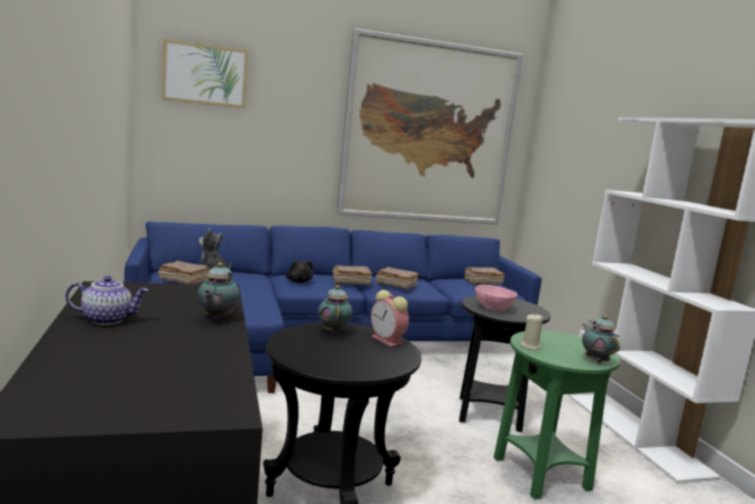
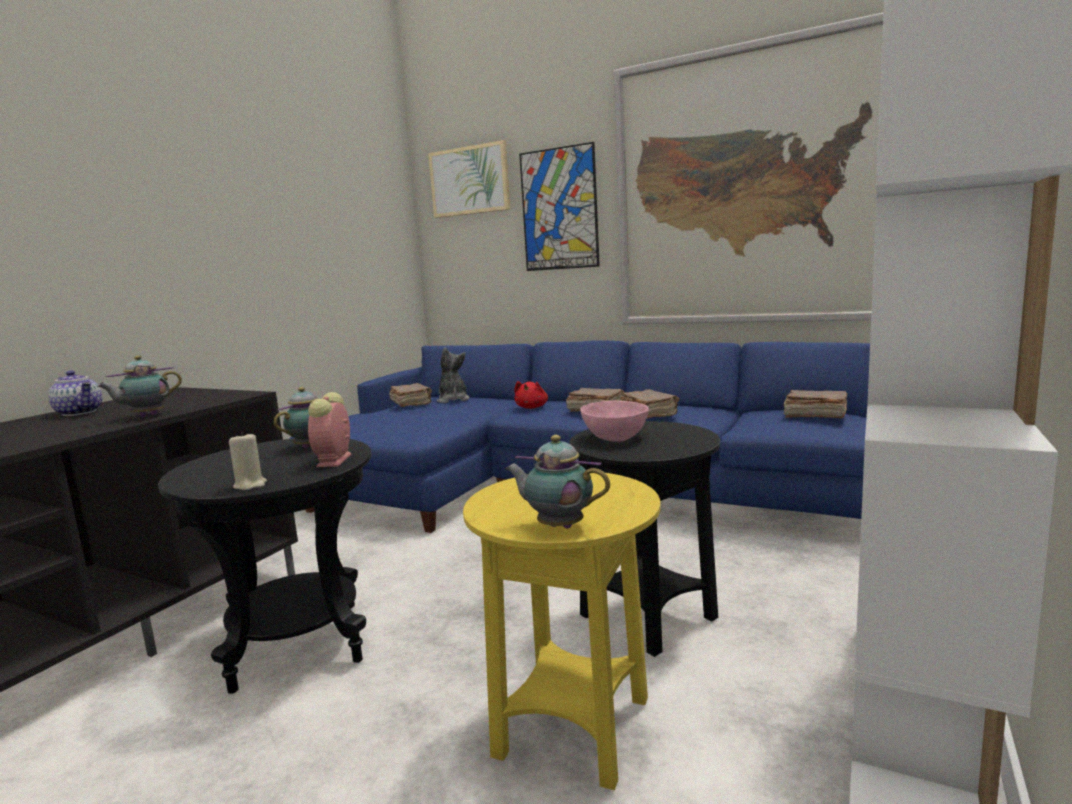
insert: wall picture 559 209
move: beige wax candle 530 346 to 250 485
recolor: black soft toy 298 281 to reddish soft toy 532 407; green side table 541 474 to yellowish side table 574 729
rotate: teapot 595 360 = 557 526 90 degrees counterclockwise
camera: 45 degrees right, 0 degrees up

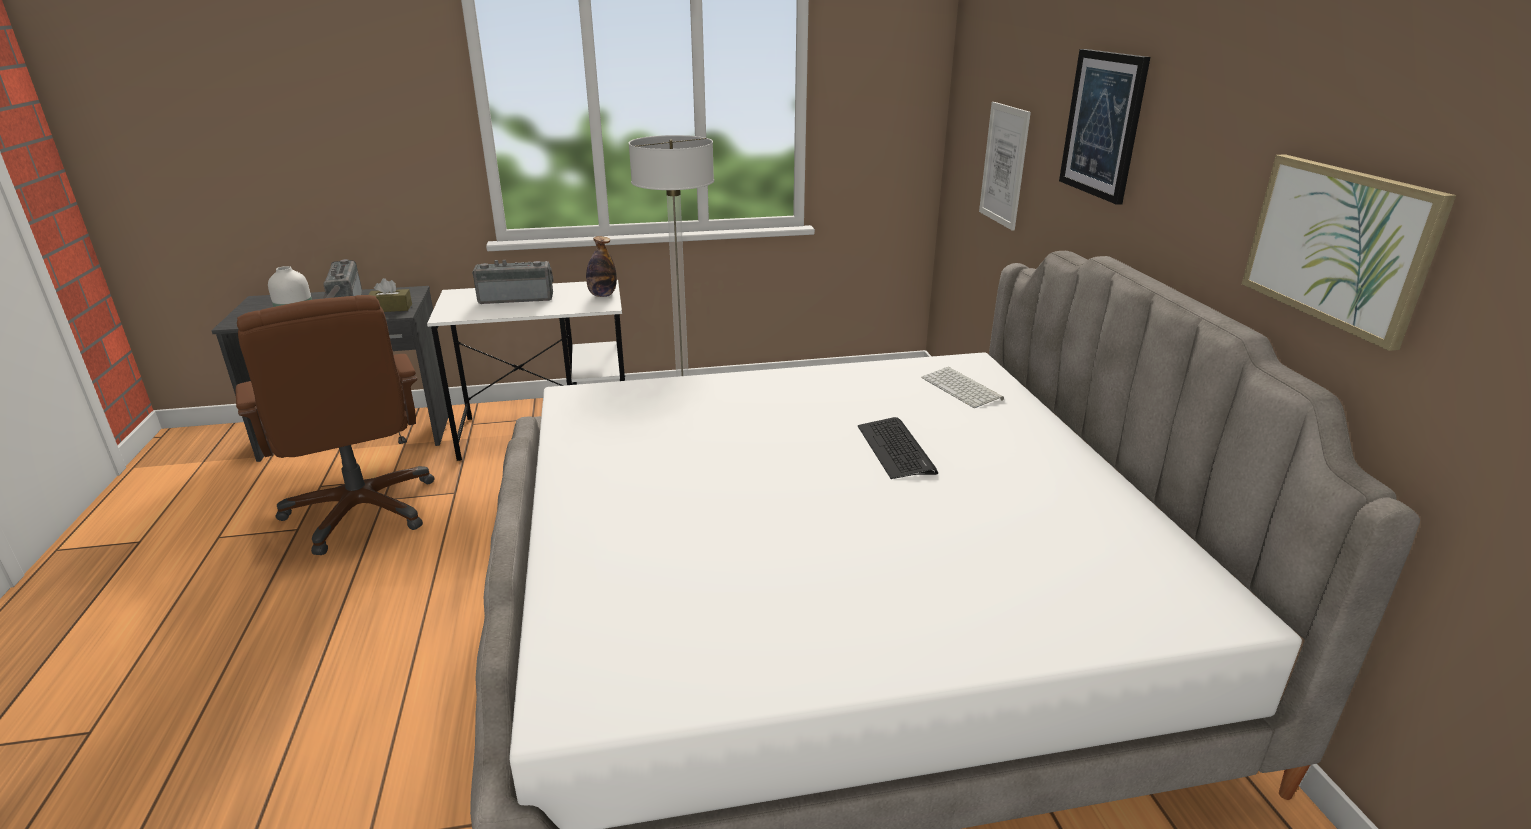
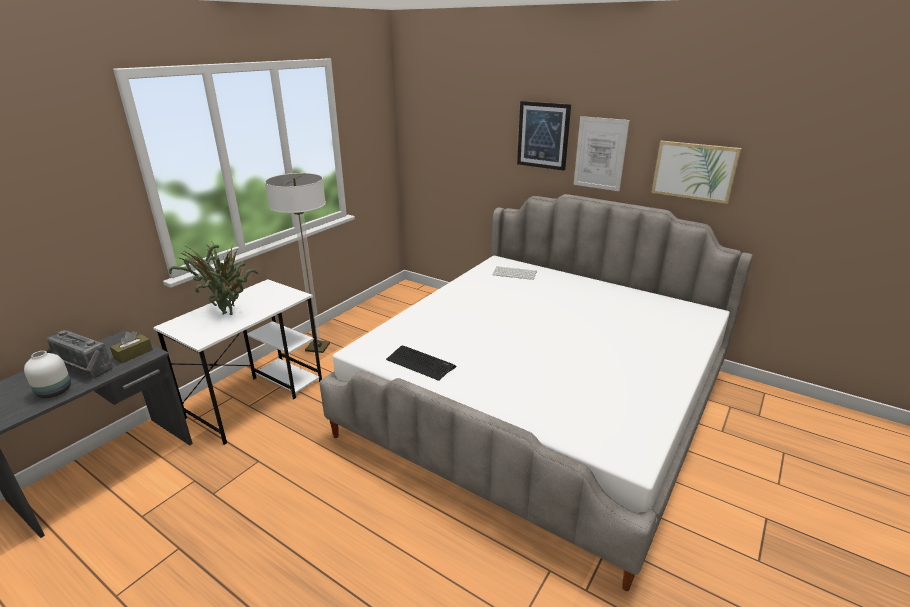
delete: brownish desk chair 362 511; beverage bottle 602 295
move: PC keyboard 896 449 to 420 363; wall picture 1004 165 to 600 153
replace: radio receiver 516 298 to houseplant 226 312
camera: 45 degrees left, 0 degrees up

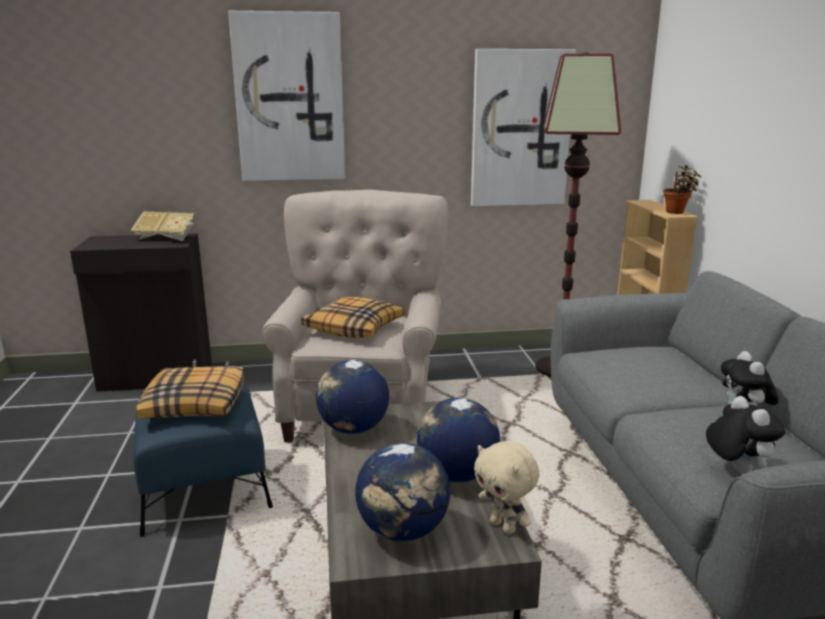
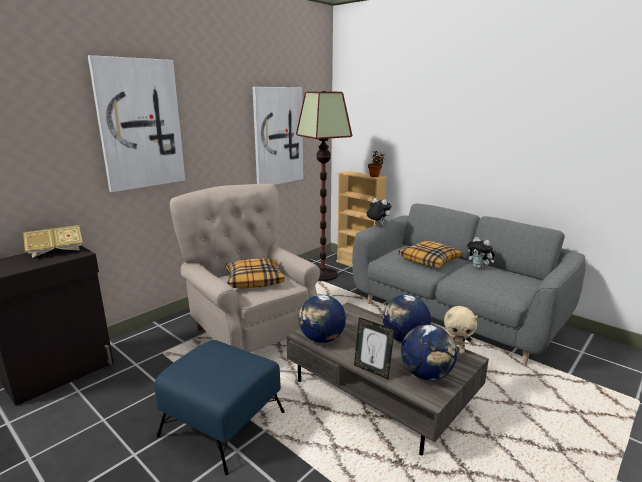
insert: photo frame 372 370
move: pillow 196 404 to 429 260; soft toy 735 470 to 377 225
camera: 40 degrees left, 0 degrees up

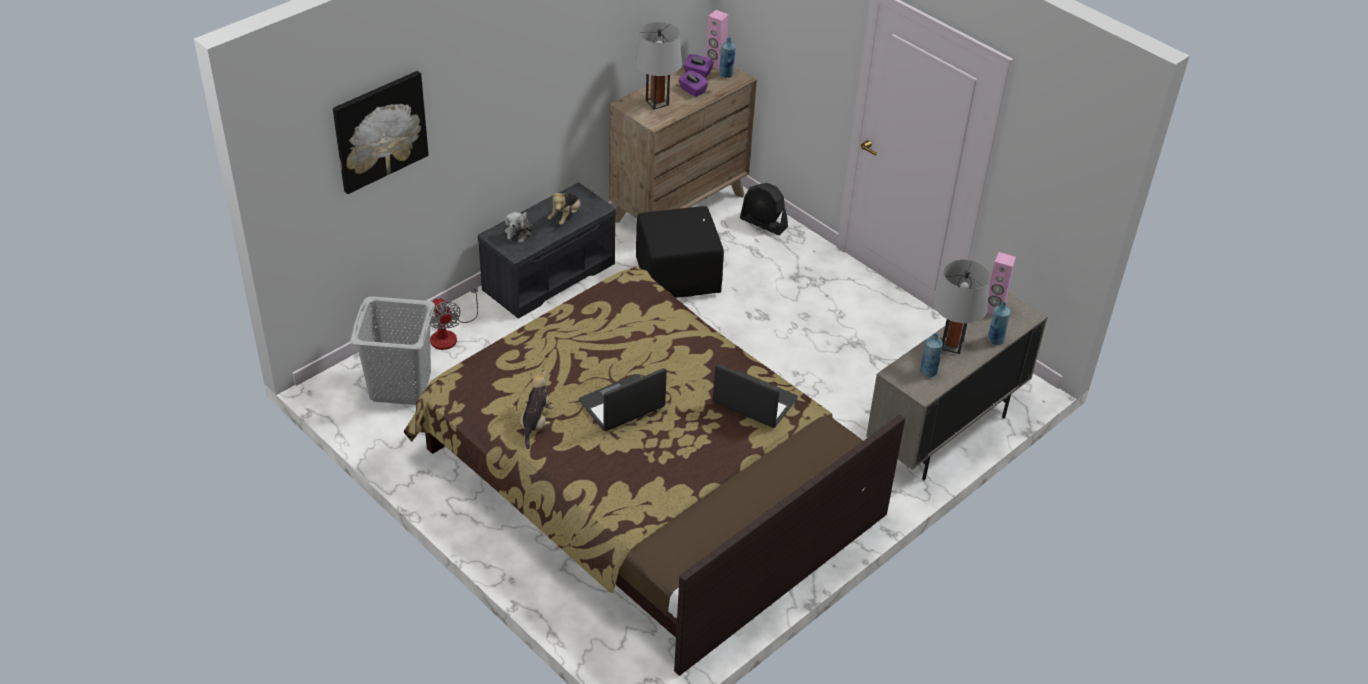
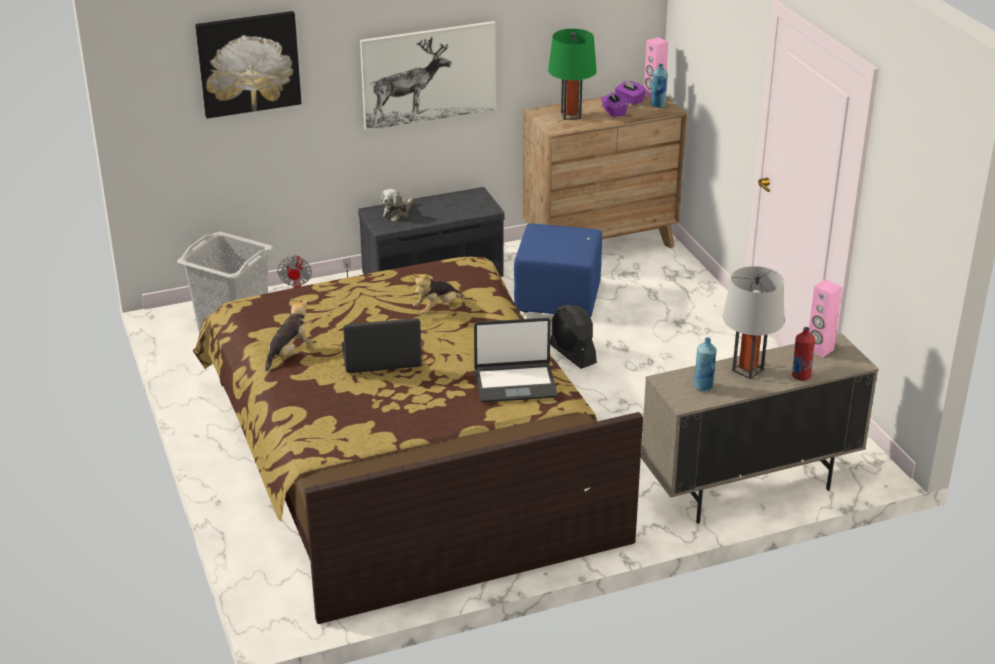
insert: wall picture 428 75
move: soft toy 565 216 to 437 309; black fan 763 223 to 572 354
recolor: grey table lamp 657 102 to green table lamp 570 115; black ottoman 678 277 to blue-coloured ottoman 559 299; blue-coloured beverage bottle 995 340 to reddish beverage bottle 801 376
rotate: portable computer 754 402 = 515 383 120 degrees clockwise
camera: 25 degrees right, 10 degrees down

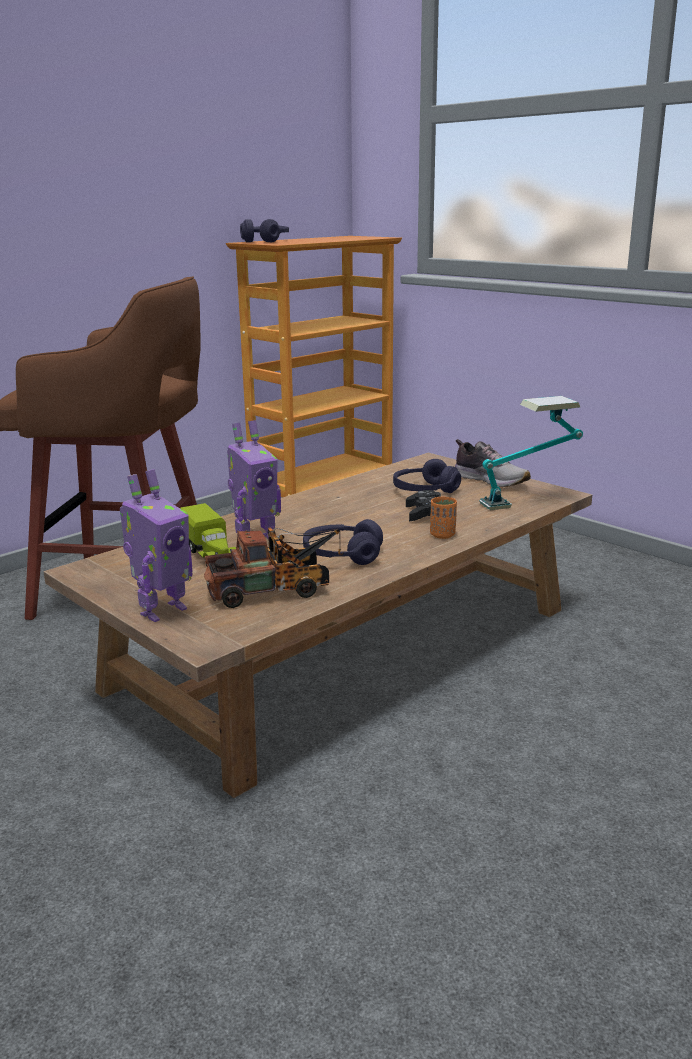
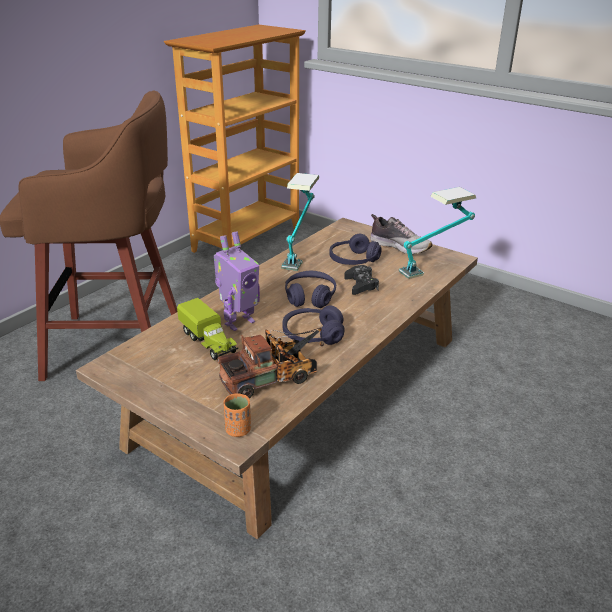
delete: robot figure 161 610
insert: table lamp 299 253
move: purple-coloured headset 265 241 to 310 296; orange small cup 442 535 to 238 430
camera: 10 degrees left, 10 degrees up

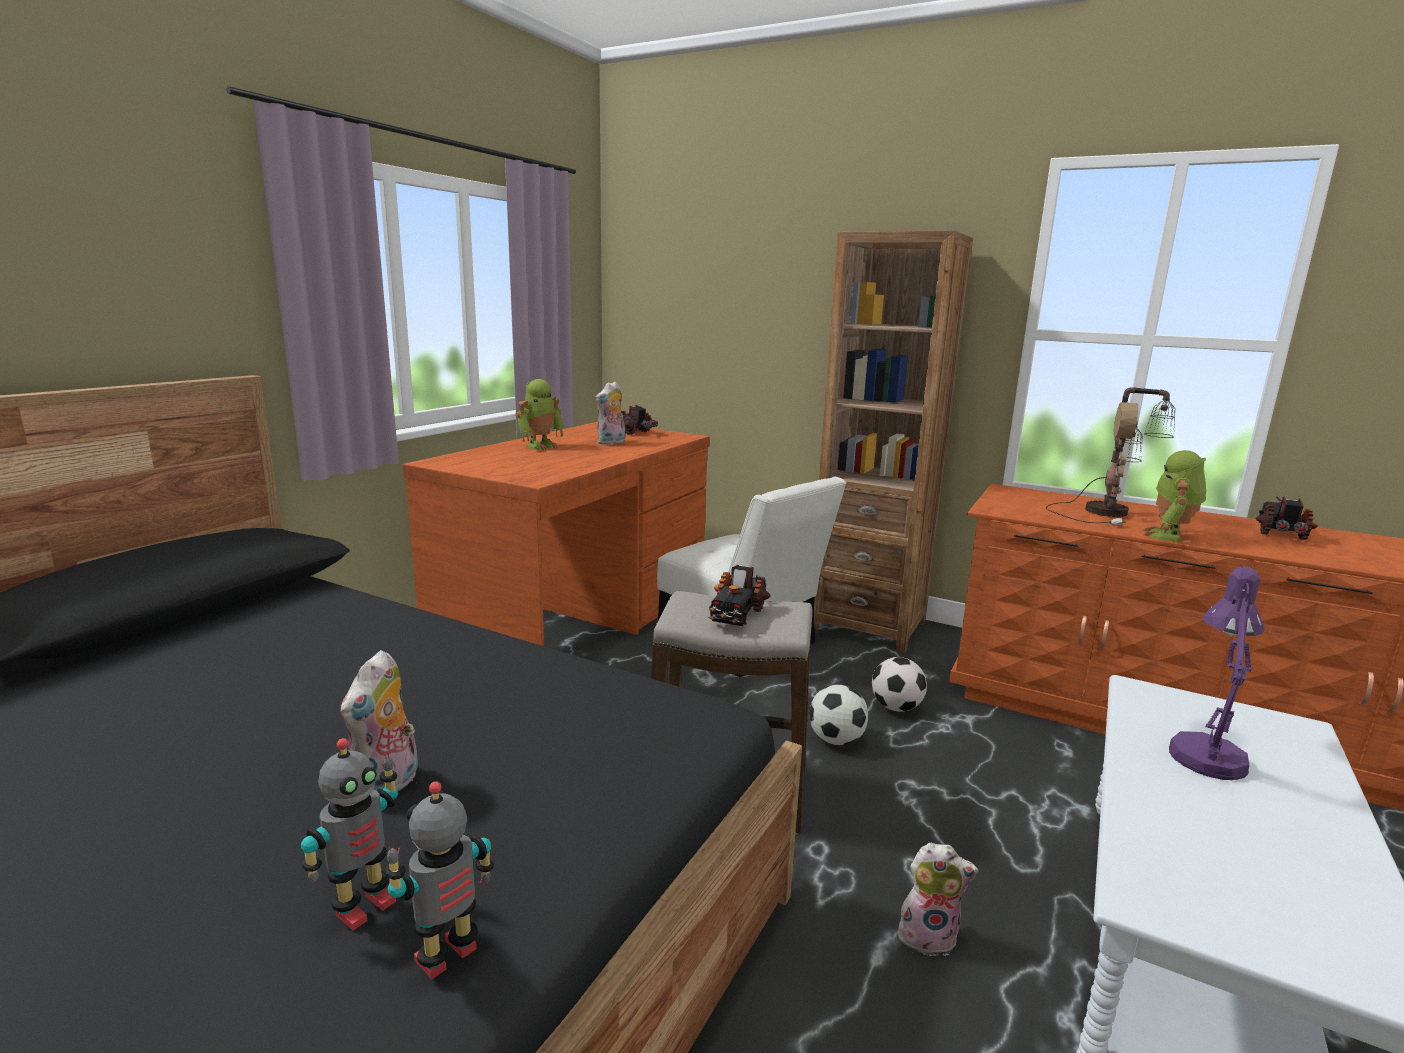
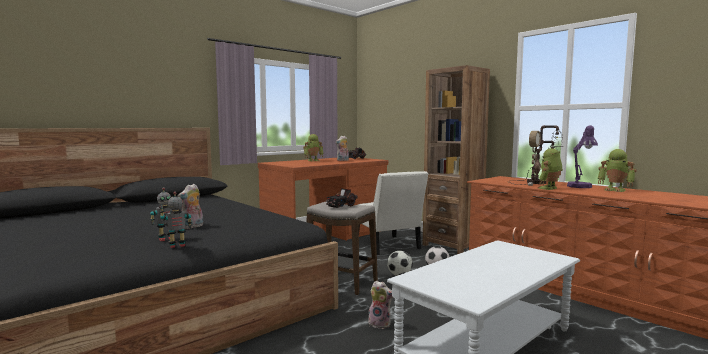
move: purple-coloured table lamp 1206 752 to 581 186
replace: toy lorry 1280 533 to robot figure 615 190
camera: 20 degrees right, 10 degrees down

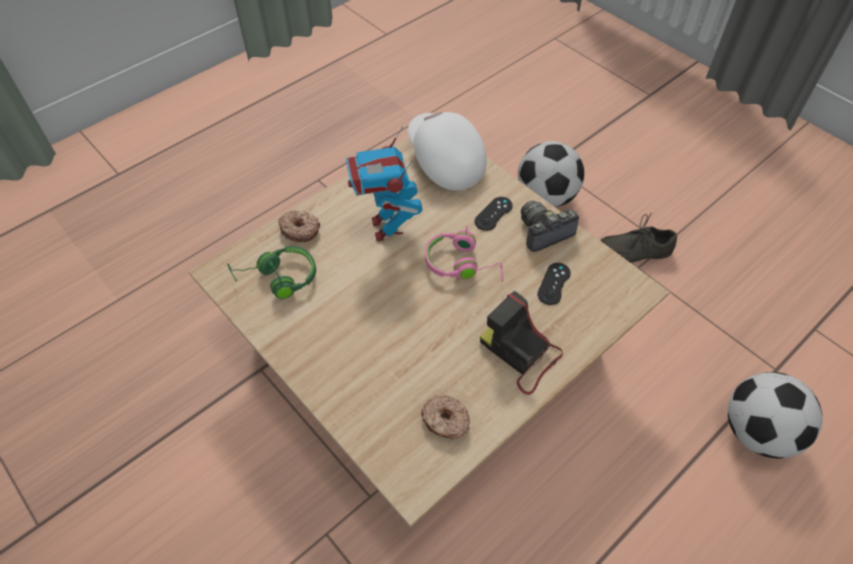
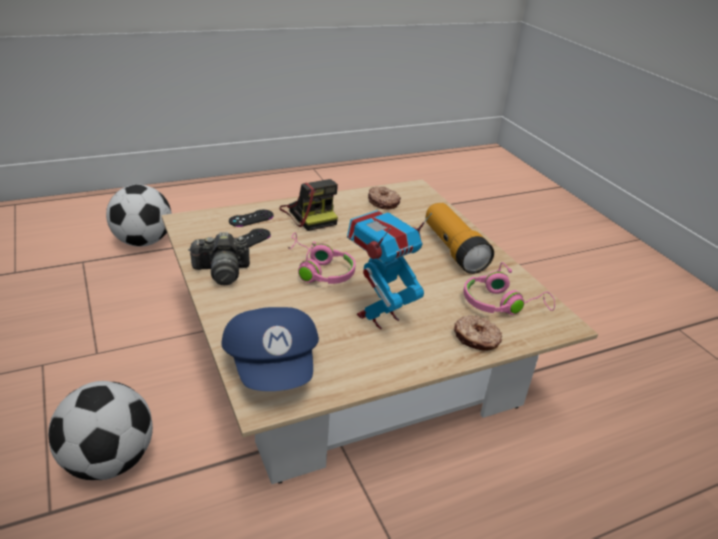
delete: grey shoe 633 249
insert: flashlight 453 250
move: black joypad 493 214 to 251 218
recolor: green headset 277 278 to pinkish headset 501 304; whitish peaked cap 444 162 to blue-coloured peaked cap 273 366
rotate: robot figure 387 228 = 378 316 135 degrees counterclockwise
camera: 165 degrees left, 20 degrees down

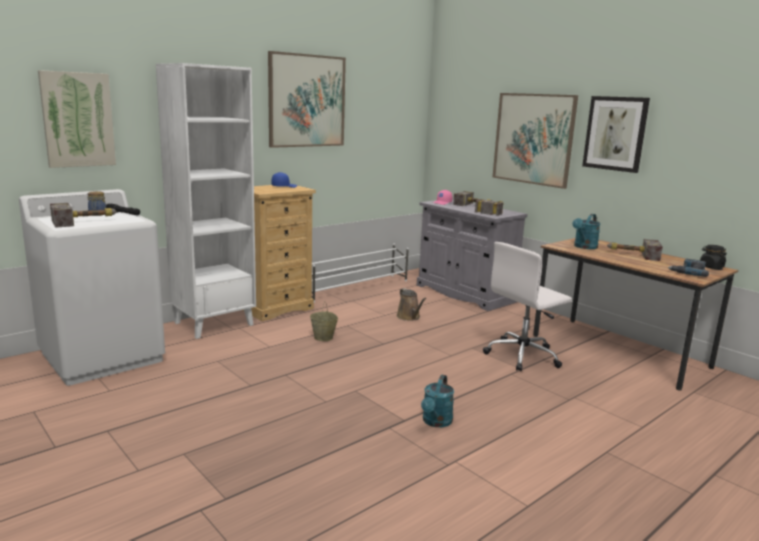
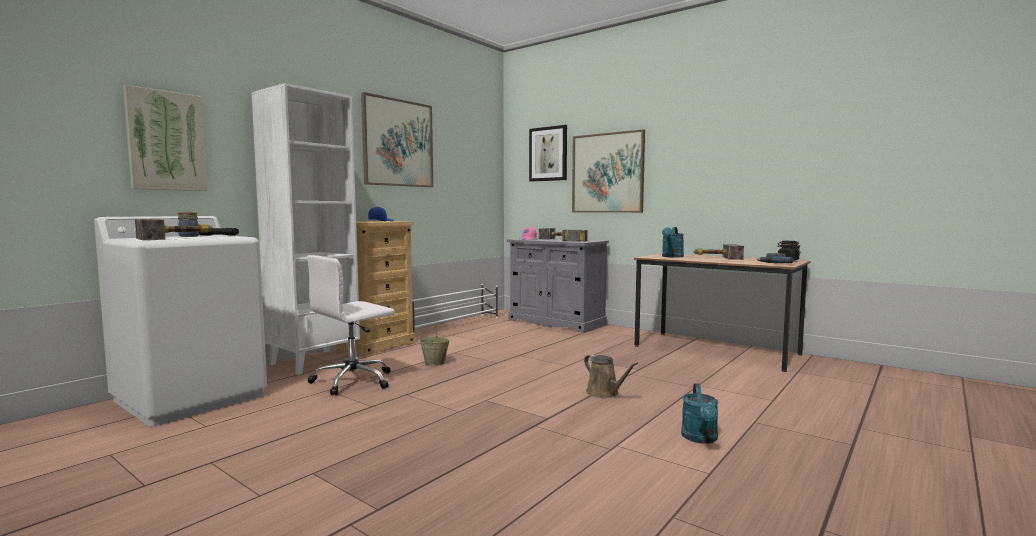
move: brownish watering can 409 317 to 604 393; blue-green watering can 436 422 to 700 439; whitish desk chair 523 355 to 354 381; wall picture 615 133 to 548 154
camera: 10 degrees left, 10 degrees down

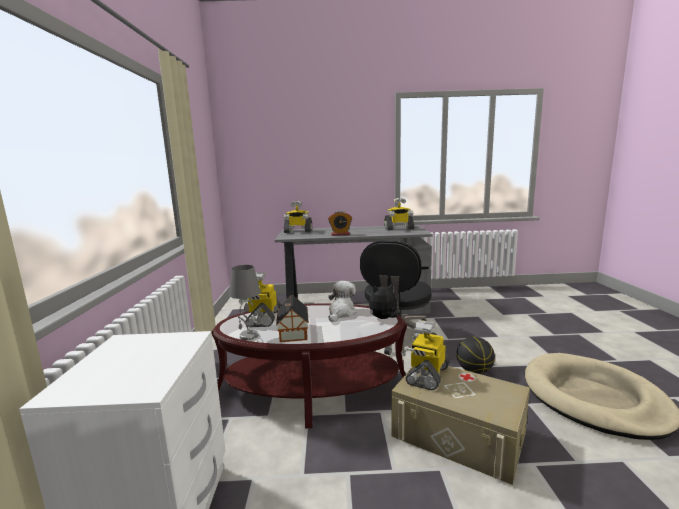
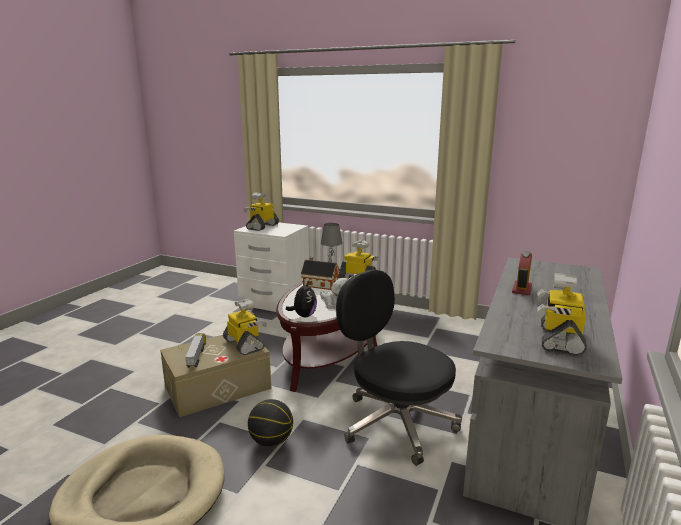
insert: toy lorry 197 355
move: robot figure 298 231 to 262 226
camera: 115 degrees right, 5 degrees up

